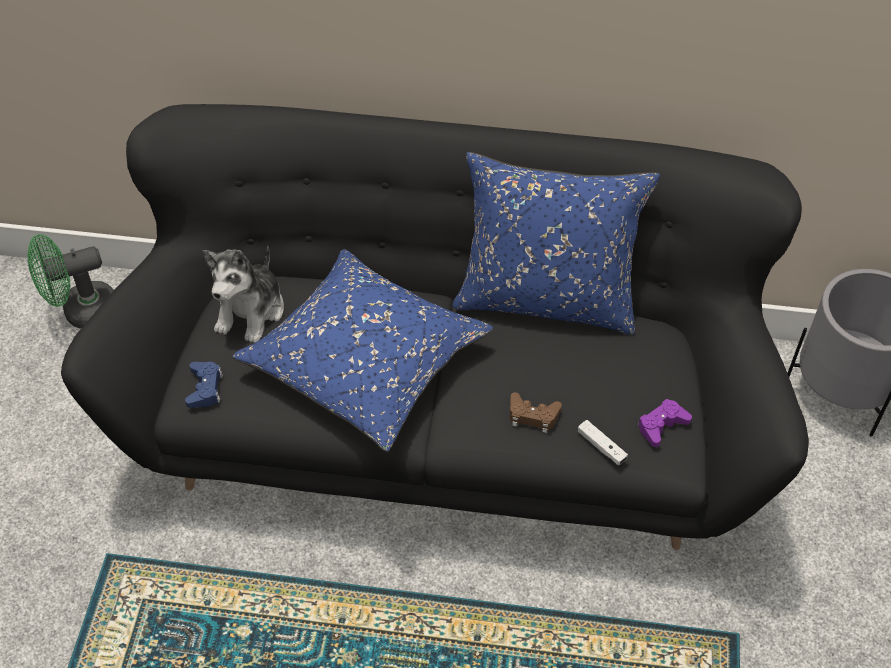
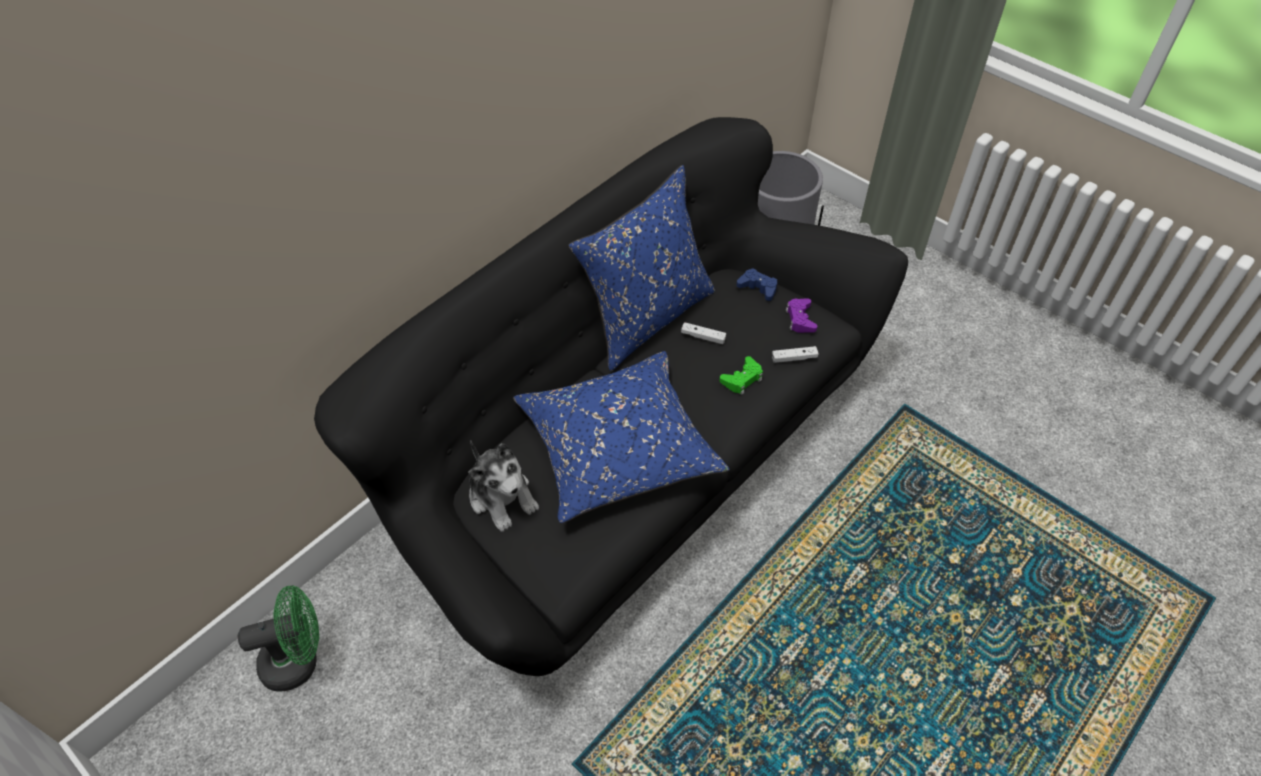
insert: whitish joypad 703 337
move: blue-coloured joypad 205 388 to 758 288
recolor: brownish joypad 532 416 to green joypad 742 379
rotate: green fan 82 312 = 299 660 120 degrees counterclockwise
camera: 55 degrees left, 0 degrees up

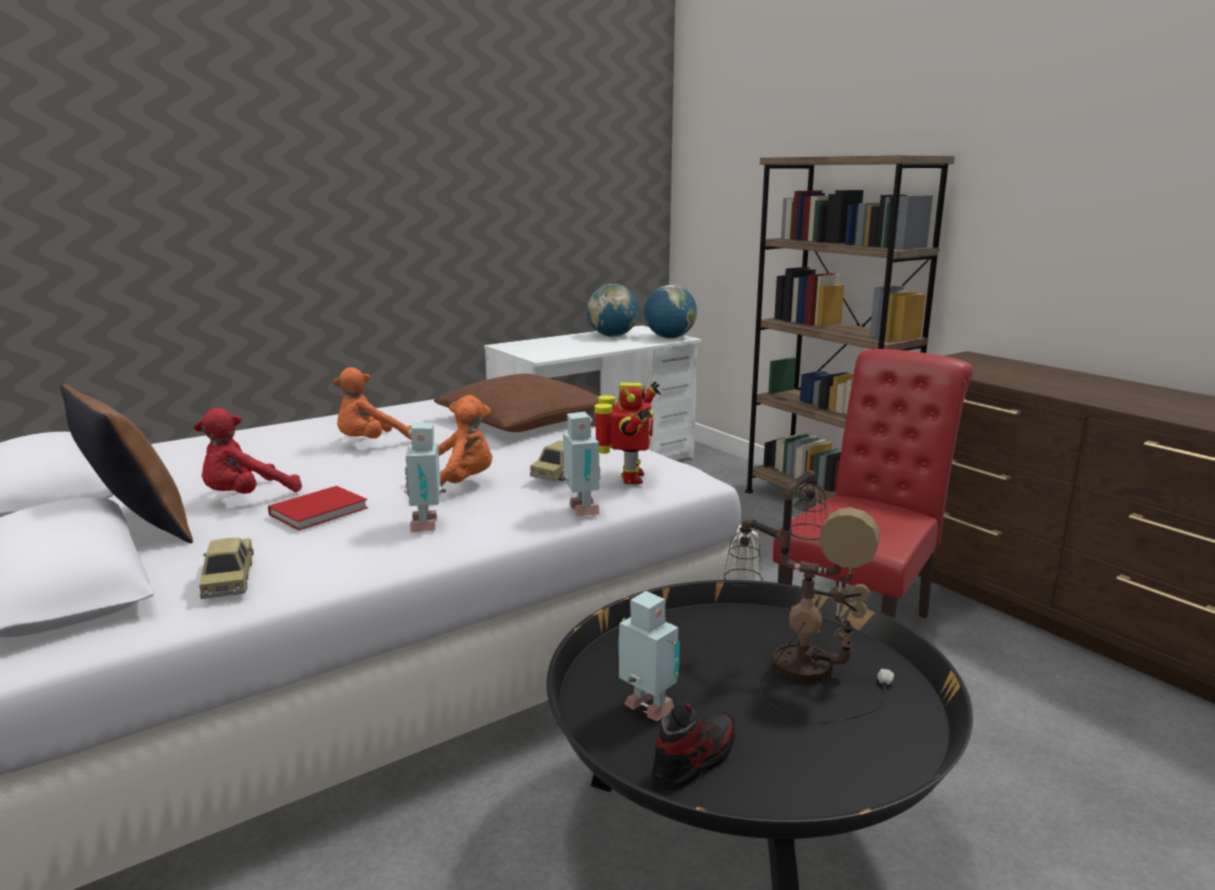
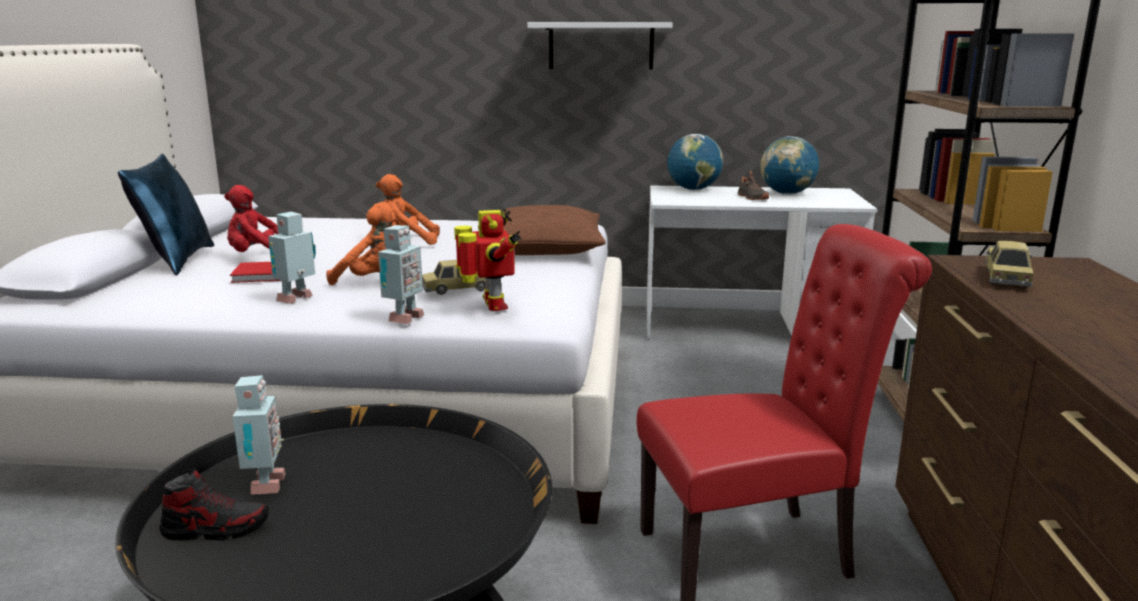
delete: table lamp 798 665
insert: whitish wall shelf 601 46; black shoe 751 198
move: toy car 229 580 to 1006 278; world globe 669 338 to 693 189
recolor: brownish pillow 136 528 to blue-coloured pillow 177 261
rotate: robot figure 629 478 = 492 306 60 degrees counterclockwise
camera: 40 degrees right, 0 degrees up

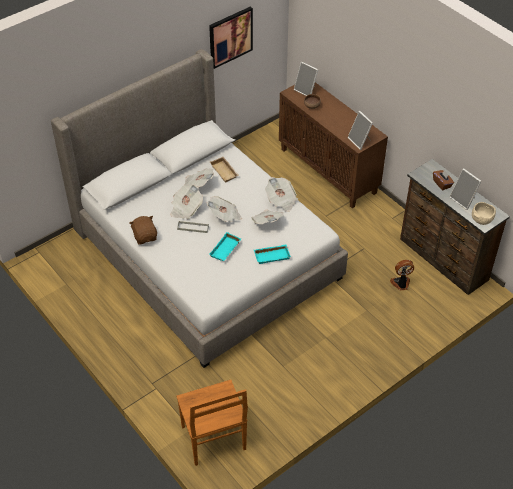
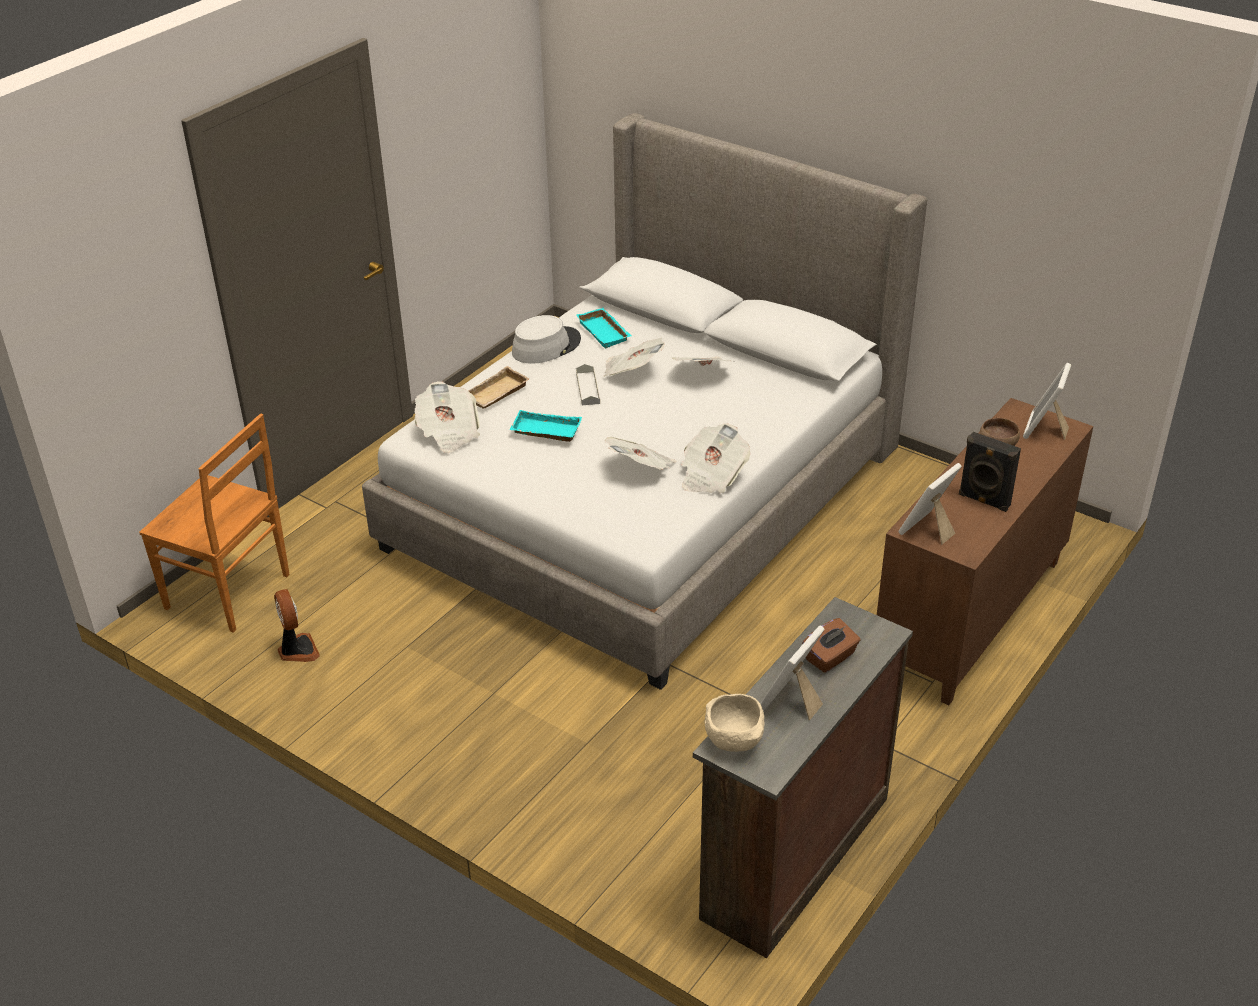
delete: wall picture 230 37
insert: black loudspeaker 983 501
move: daily paper 225 216 to 449 432; beige carrying tray 225 171 to 496 394; blue-green carrying tray 272 255 to 605 332; fan 401 284 to 297 650
replace: brownish soft toy 145 236 to grey wearable hat 546 346
rotate: brownish plain chair 214 439 = 230 593 120 degrees counterclockwise
camera: 75 degrees right, 10 degrees down

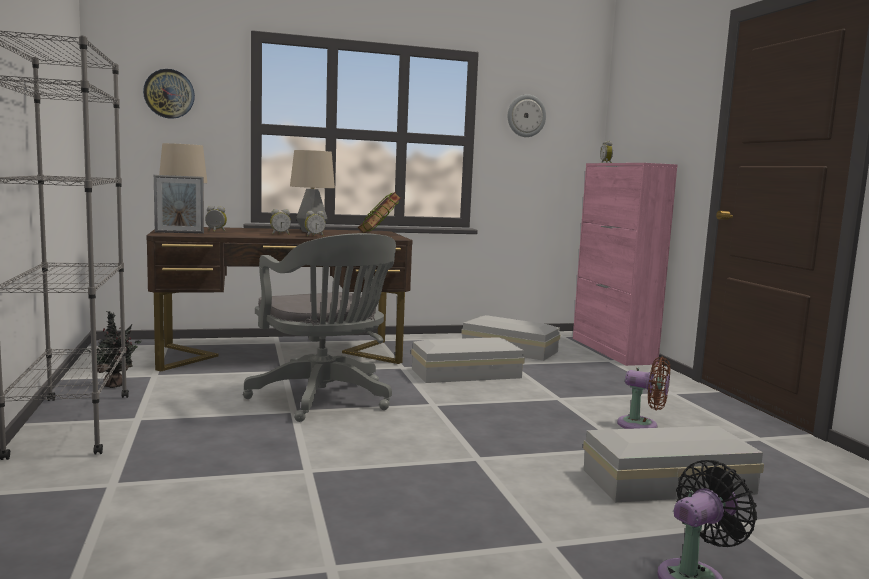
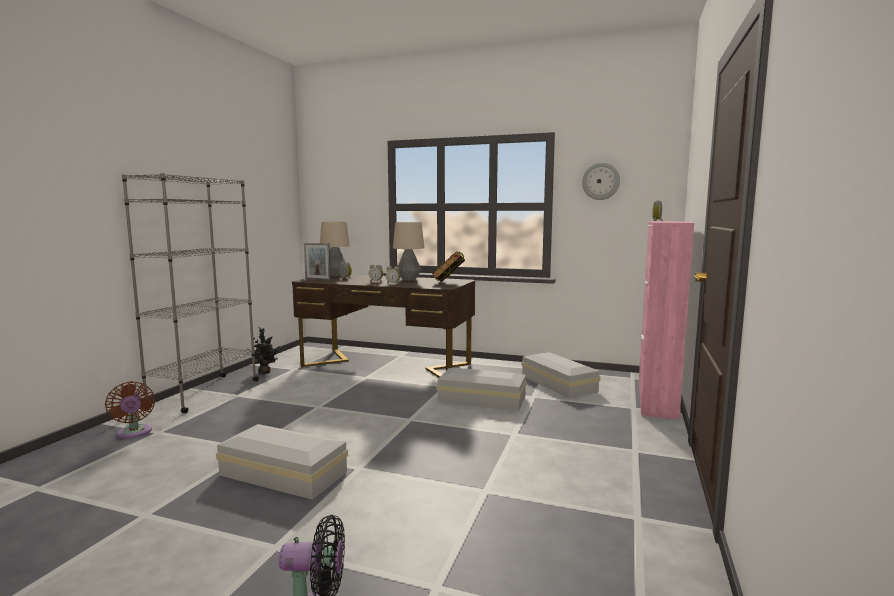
delete: clock on the wall 169 94; grey desk chair 325 400
move: whitish storage container 664 481 to 283 472; brownish fan 642 425 to 134 433
camera: 35 degrees right, 0 degrees up

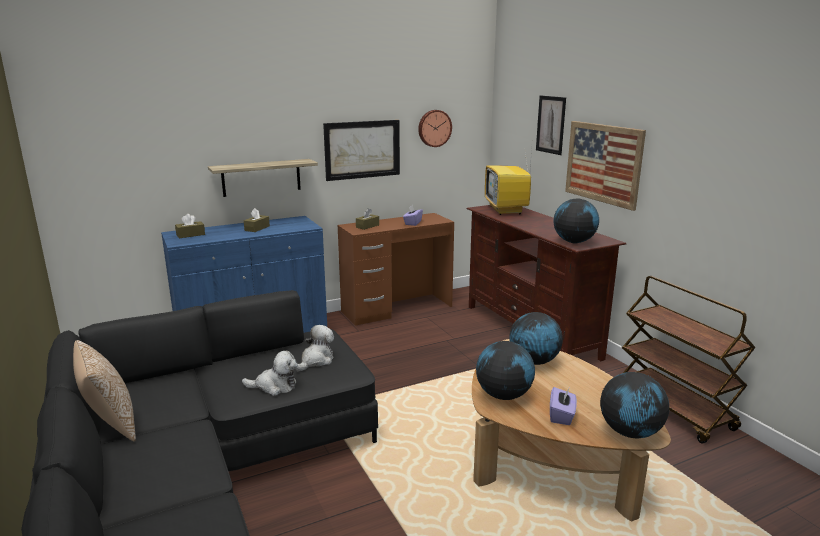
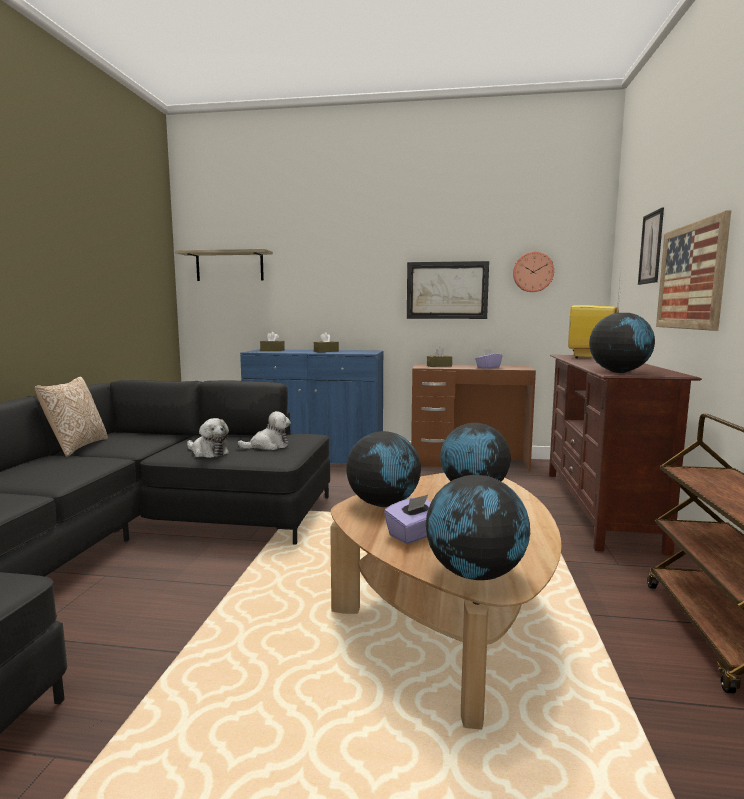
move: wall shelf 261 177 to 229 266
camera: 35 degrees right, 10 degrees down

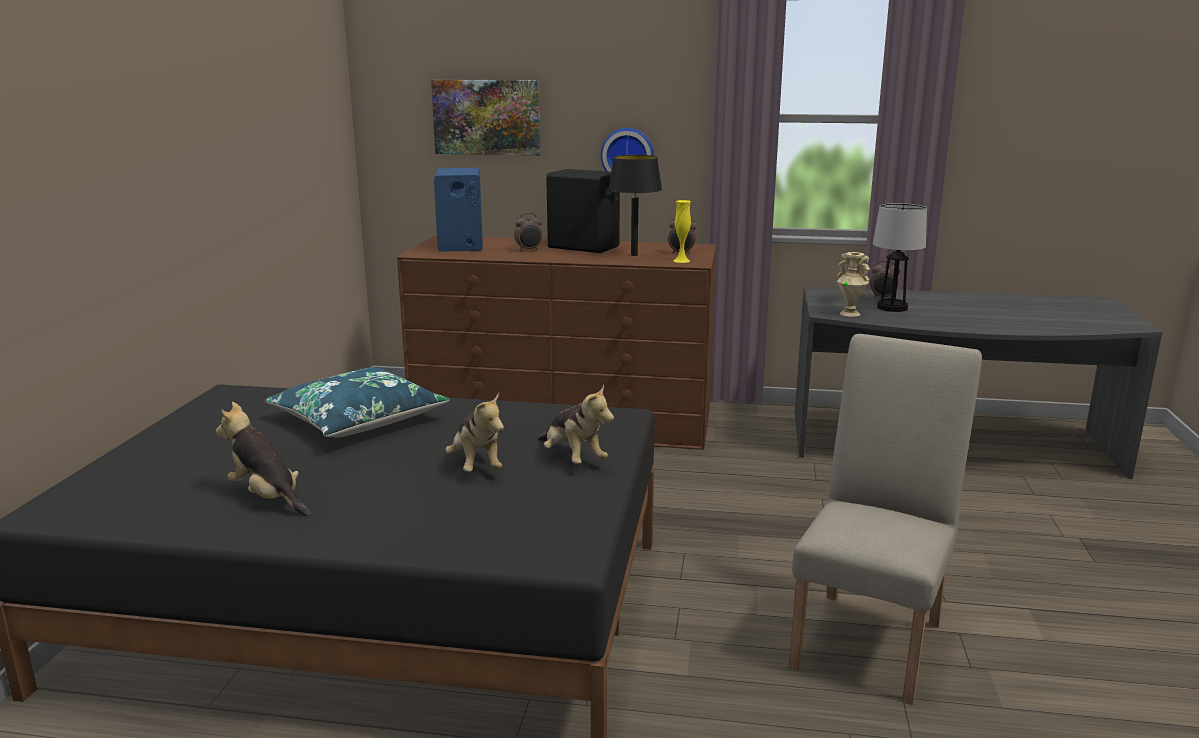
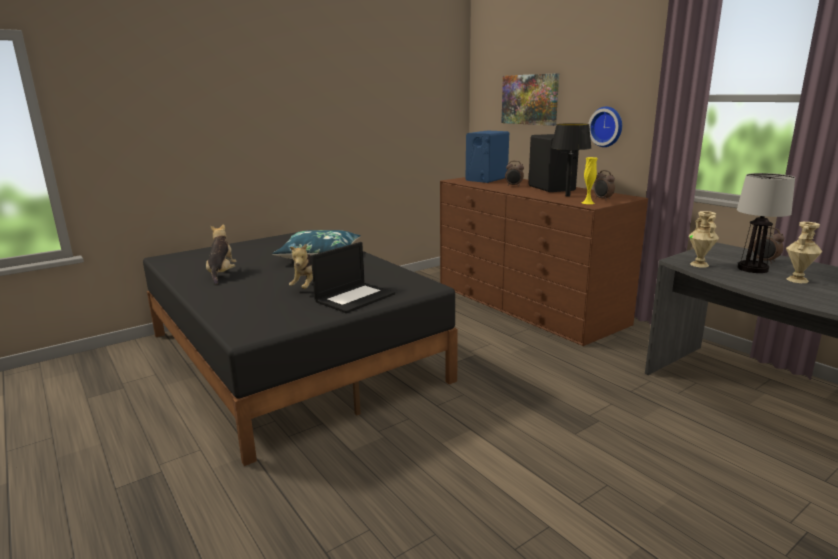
delete: beige plain chair 871 637
insert: beige flower vase 797 280
replace: soft toy 573 459 to portable computer 355 297
camera: 45 degrees right, 0 degrees up

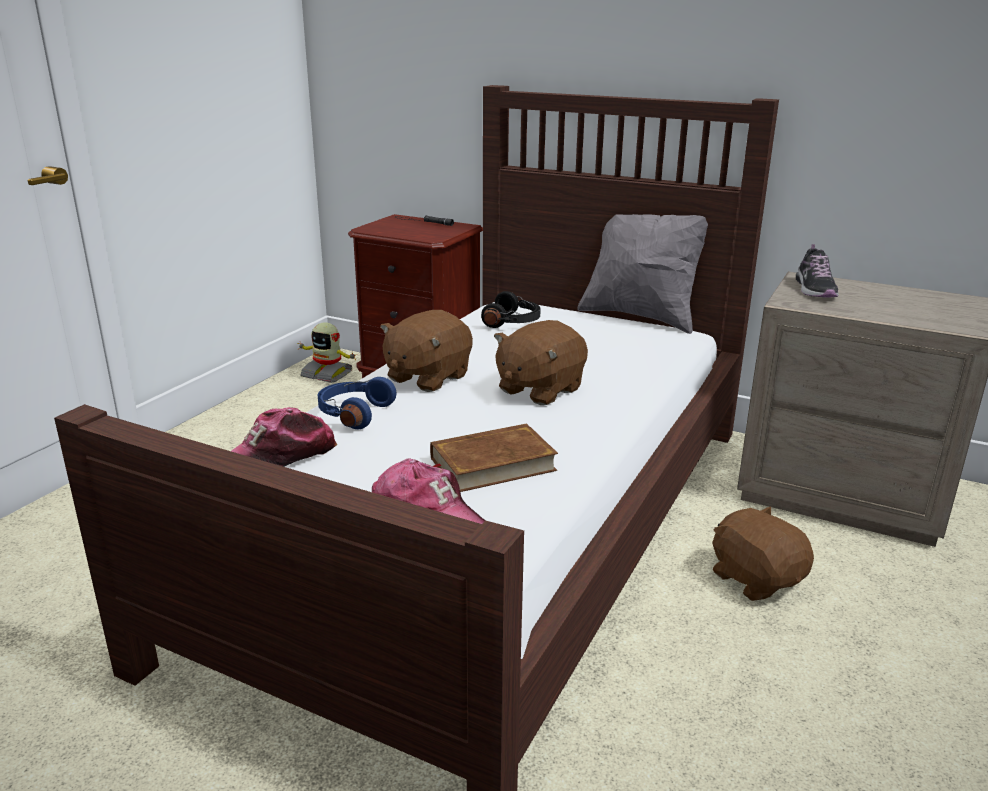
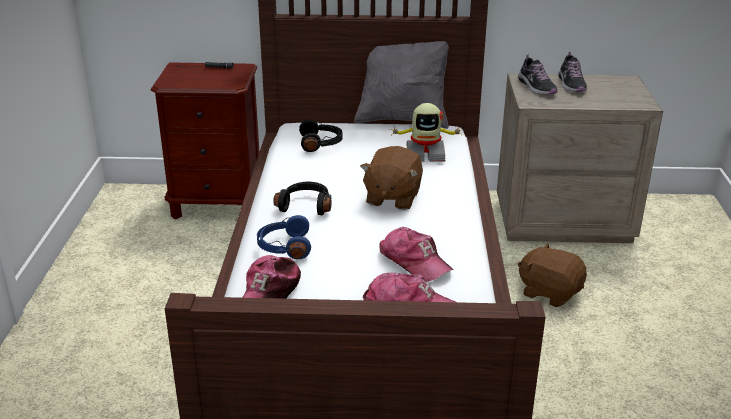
insert: shoe 571 84
move: robot figure 327 374 to 425 154
replace: brownish soft toy 427 377 to black headset 306 205; brownish book 492 464 to peaked cap 414 261
camera: 25 degrees left, 5 degrees up

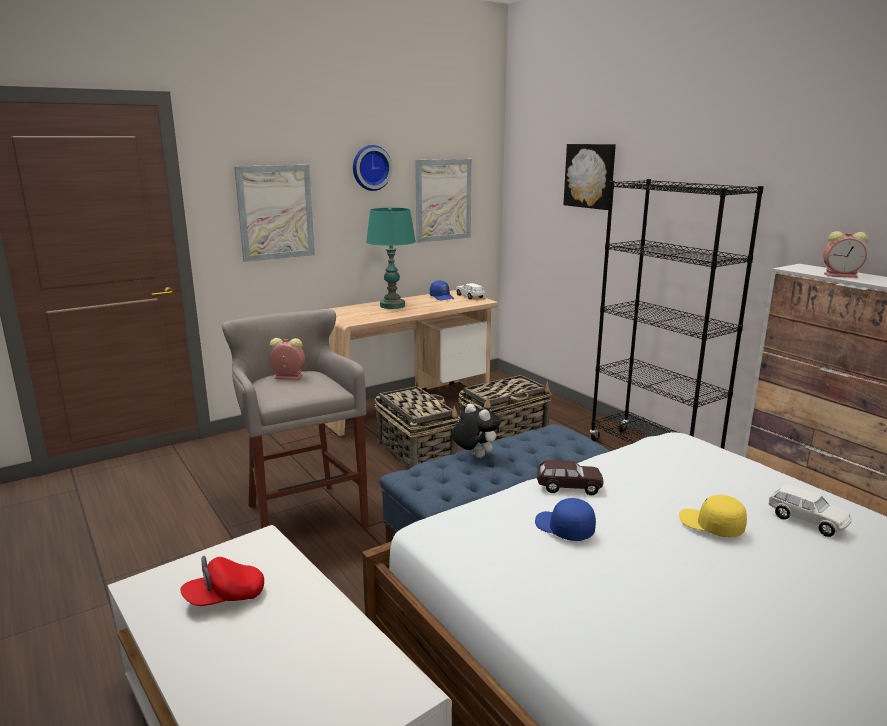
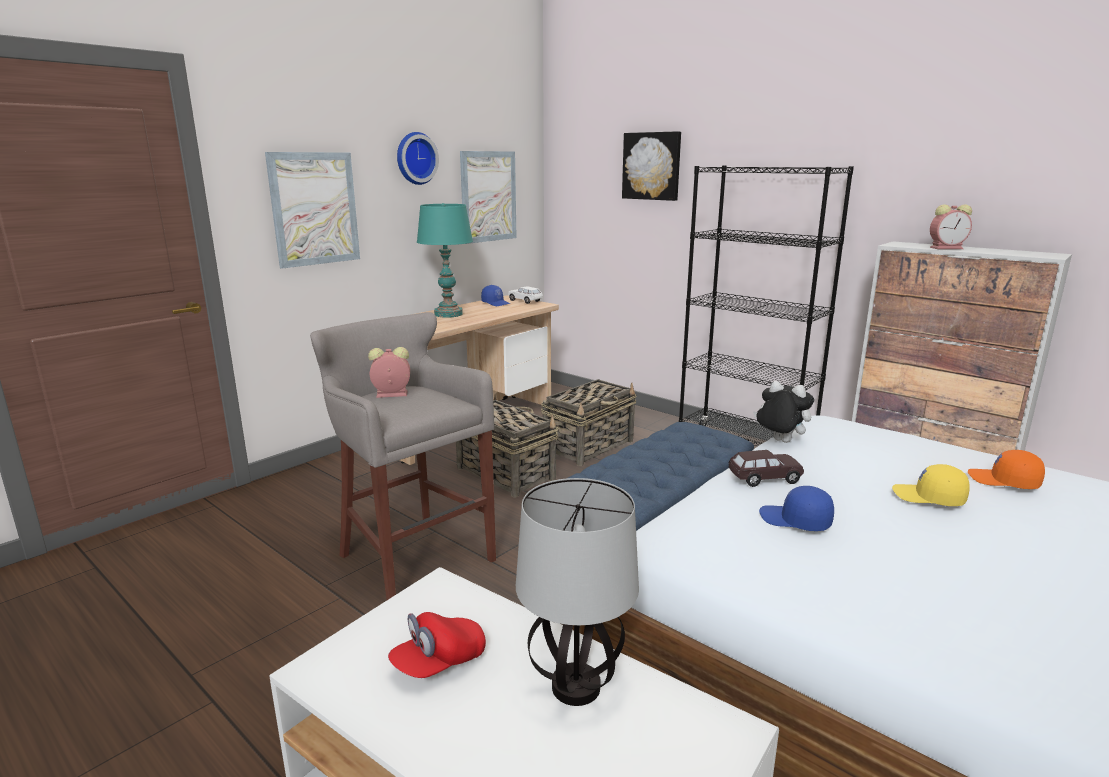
insert: table lamp 574 687
move: soft toy 474 456 to 779 441
replace: whitish toy car 807 520 to orange peaked cap 1003 481
camera: 15 degrees left, 0 degrees up

